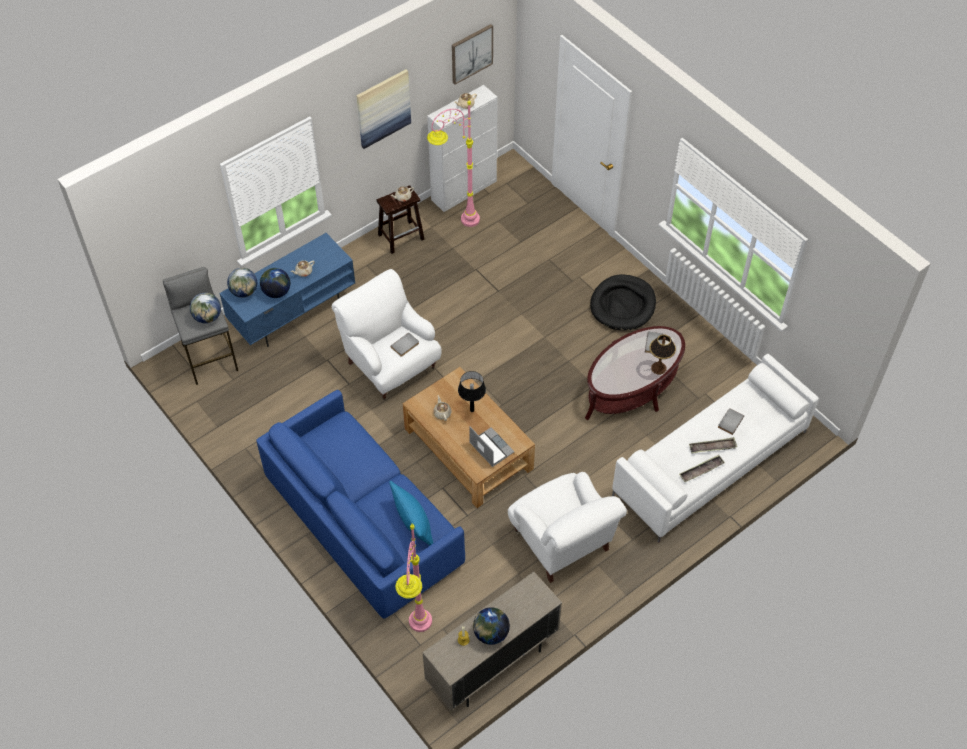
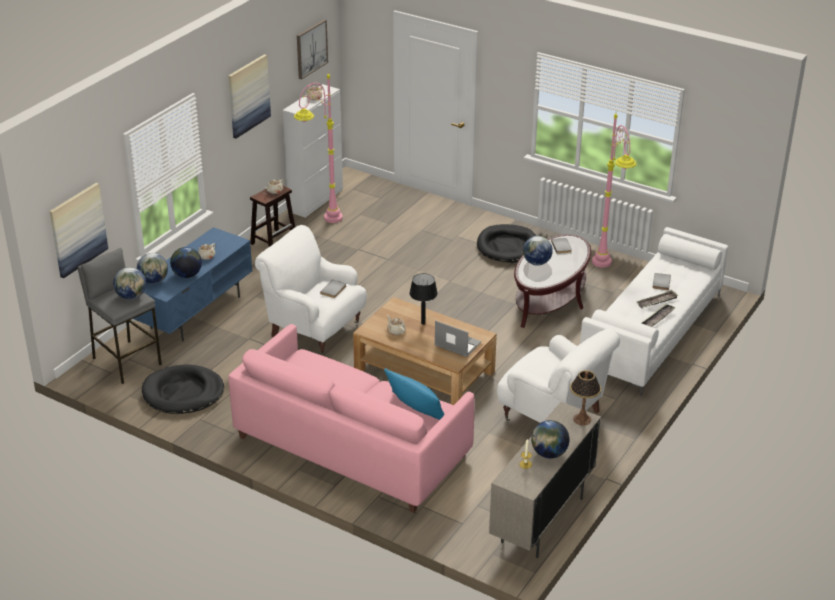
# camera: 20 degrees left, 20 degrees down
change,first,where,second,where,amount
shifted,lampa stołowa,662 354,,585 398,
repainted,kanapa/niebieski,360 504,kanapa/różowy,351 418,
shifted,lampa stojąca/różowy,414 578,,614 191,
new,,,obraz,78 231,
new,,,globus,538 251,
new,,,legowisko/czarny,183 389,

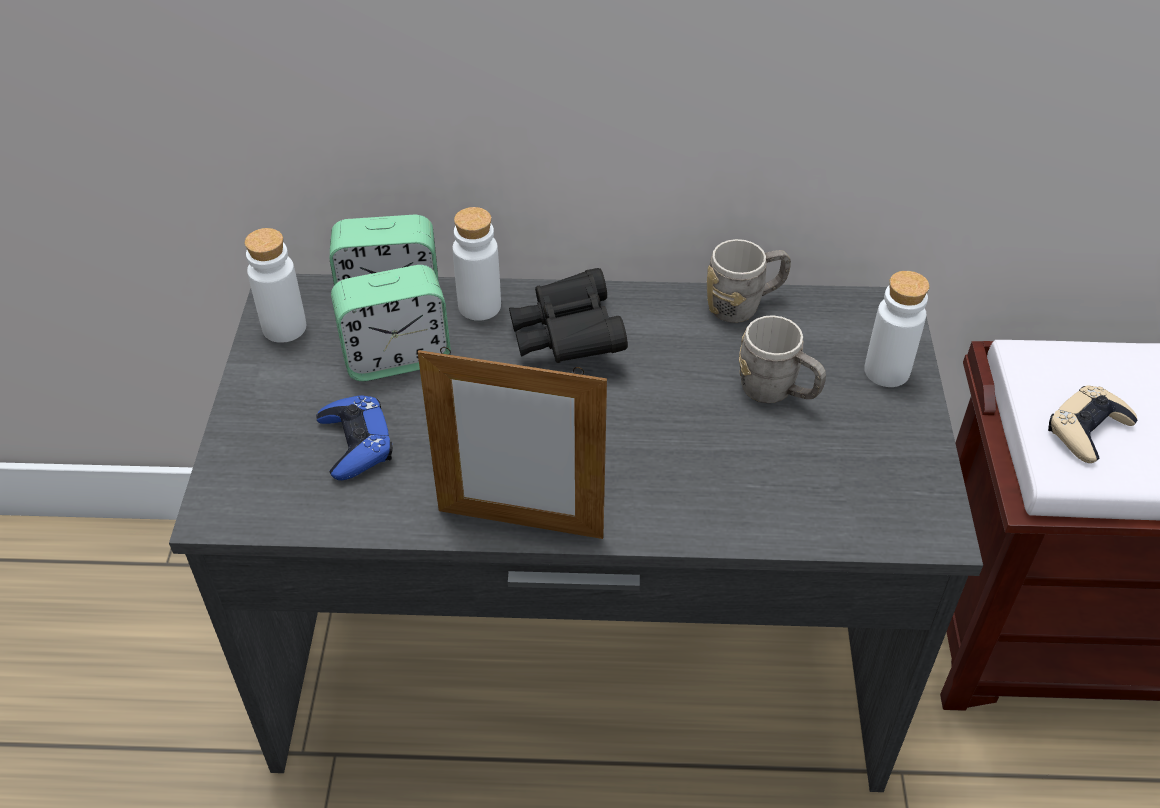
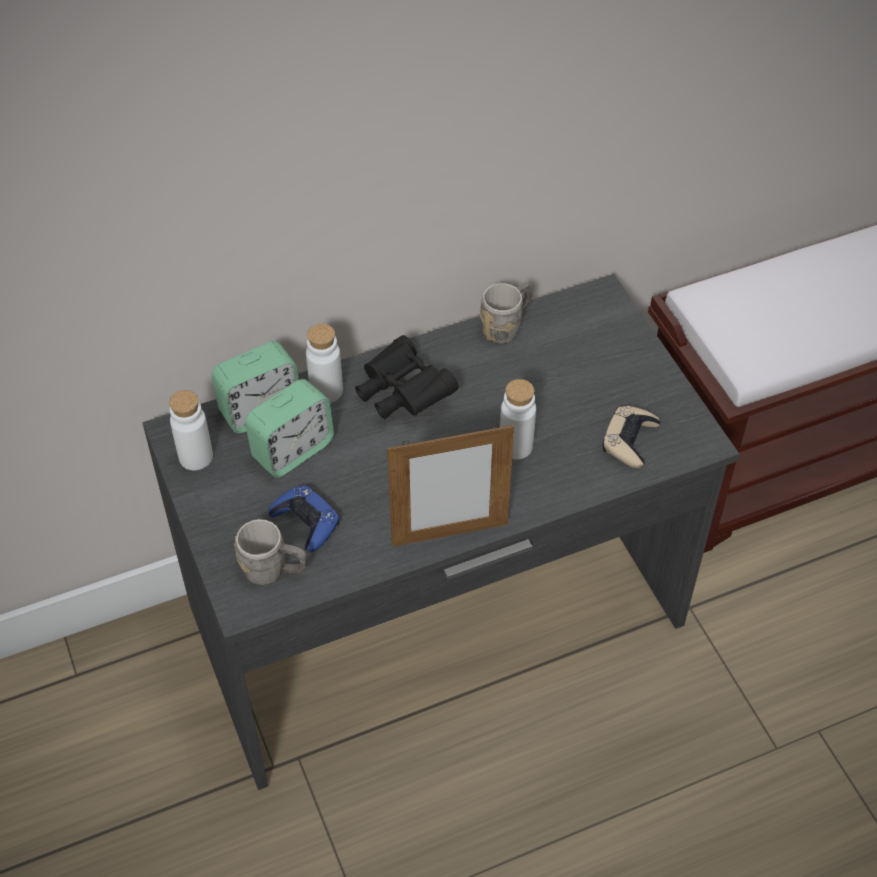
# camera: 25 degrees left, 5 degrees up
change,first,where,second,where,amount
shifted,butelka/biały,897 329,,518 419,
shifted,kubek/szary,782 359,,270 552,
shifted,pad do gier/beżowy,1092 424,,631 437,

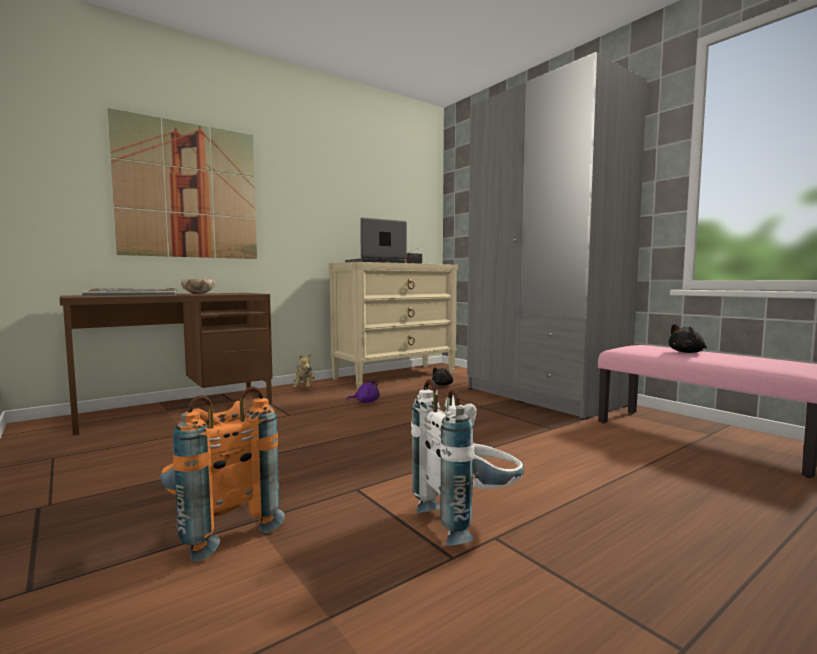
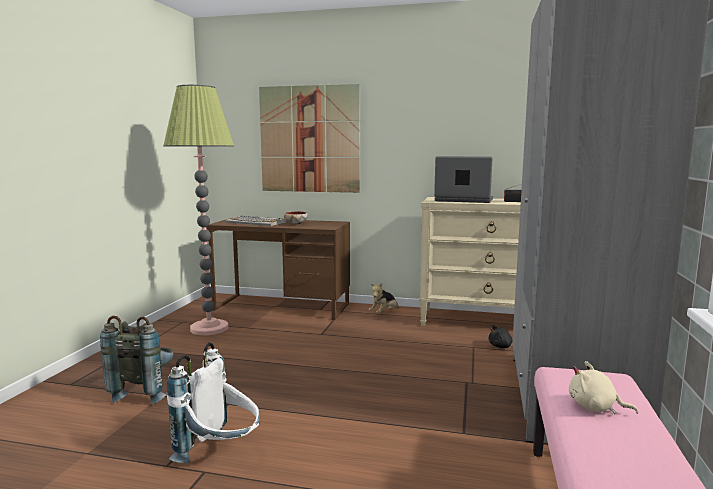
# camera: 50 degrees right, 5 degrees up
change,first,where,second,where,amount
repainted,pluszak/czarny,687 338,pluszak/beżowy,603 387,
gone,pluszak/fioletowy,363 391,,,
repainted,plecak/pomarańczowy,222 474,plecak/szary,137 360,
new,,,lampa stojąca,198 210,

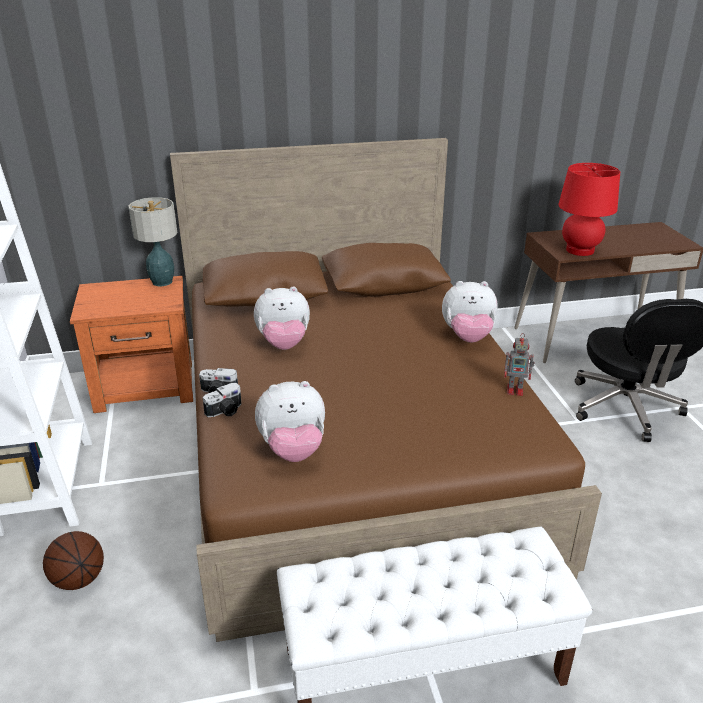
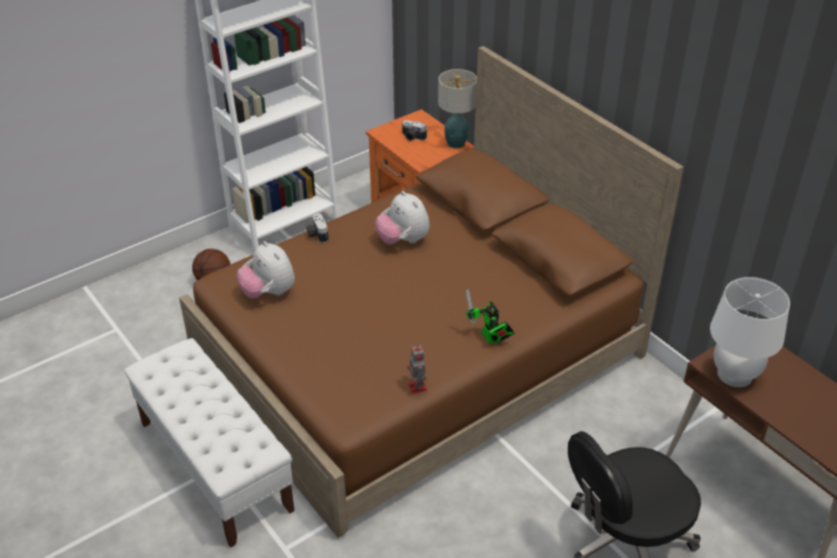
# camera: 65 degrees right, 10 degrees up
change,first,where,second,where,amount
repainted,lampa stołowa/czerwony,589 209,lampa stołowa/biały,750 332,
swapped,pluszak,469 312,robot zabawkowy,490 316,
shifted,aparat fotograficzny,222 400,,414 130,

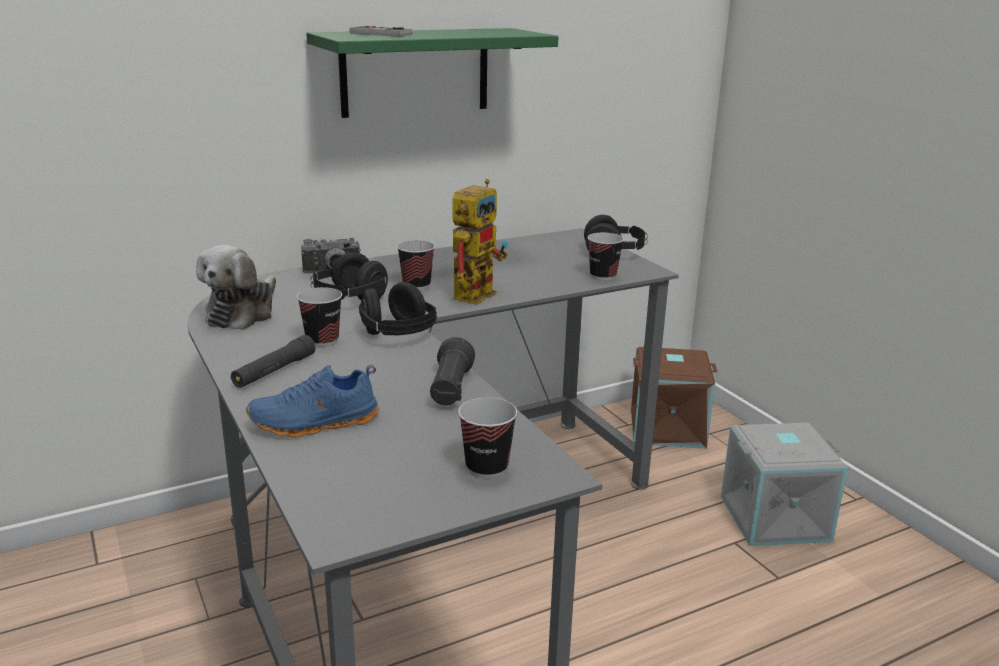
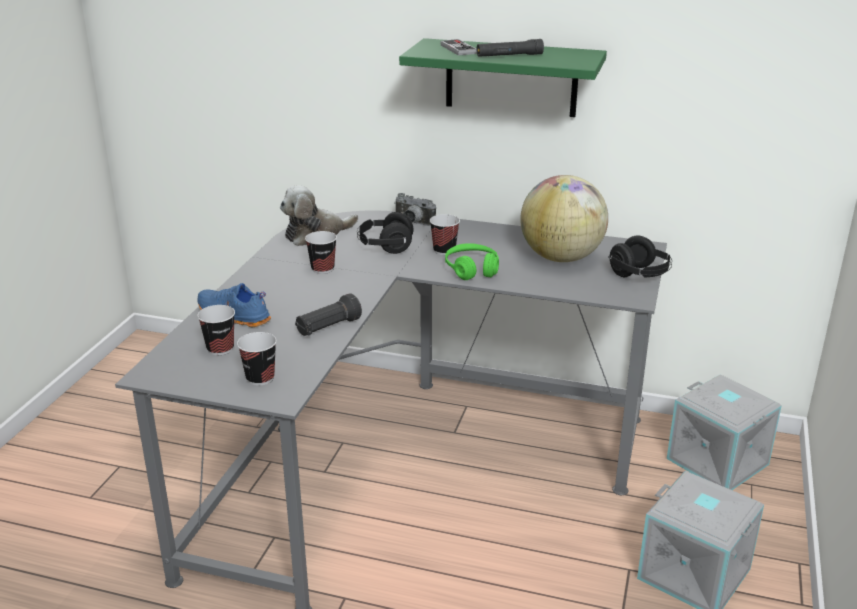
# camera: 45 degrees right, 5 degrees up
change,first,where,second,where,amount
swapped,robot zabawkowy,480 242,słuchawki/zielony,472 261,
shifted,filiżanka,606 256,,216 330,
gone,słuchawki/czarny,398 308,,,
shifted,latarka/czarny,273 361,,510 48,
repainted,pojemnik do przechowywania/brązowy,674 398,pojemnik do przechowywania/szary,724 432,
new,,,globus,564 218,

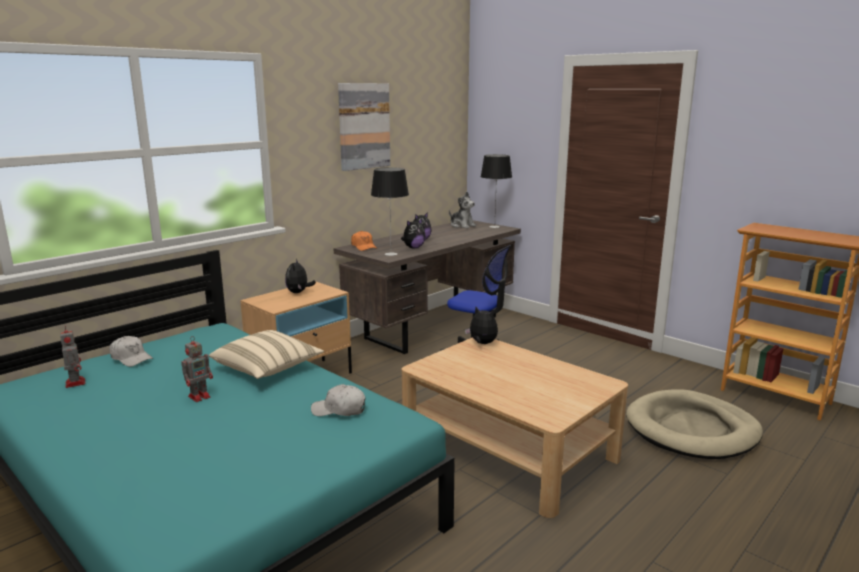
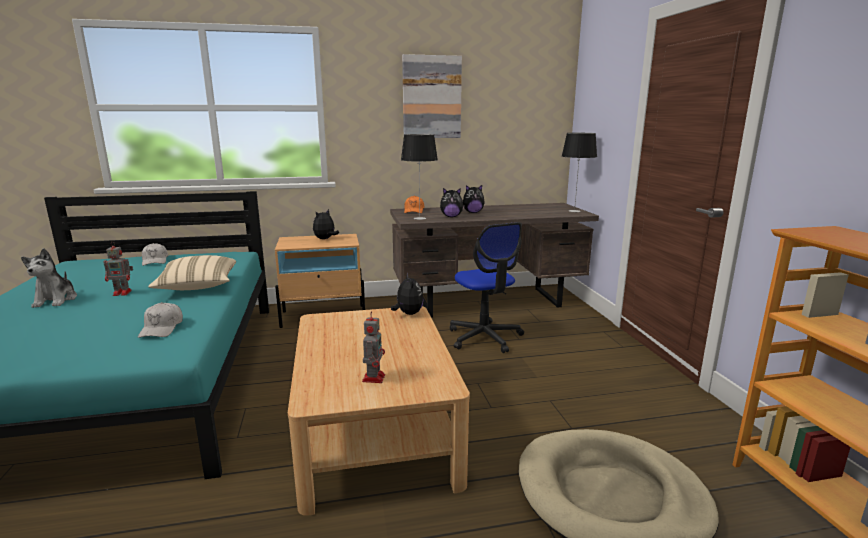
# camera: 35 degrees right, 0 degrees up
change,first,where,second,where,amount
shifted,pluszak,462 210,,49 278,
shifted,robot zabawkowy,72 357,,373 347,
rotated,czapka z daszkiem/biały,338 400,,160 320,135 degrees counterclockwise

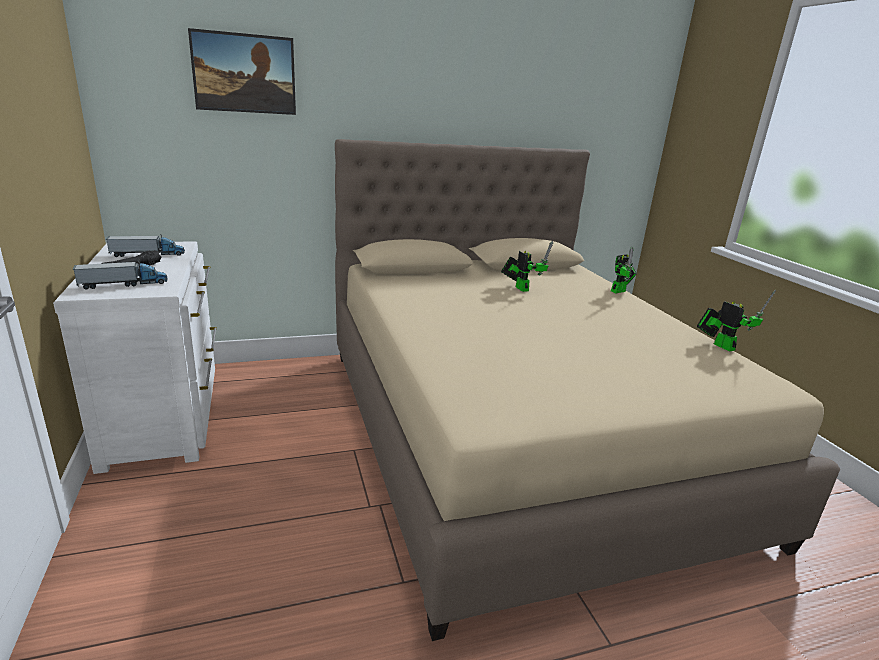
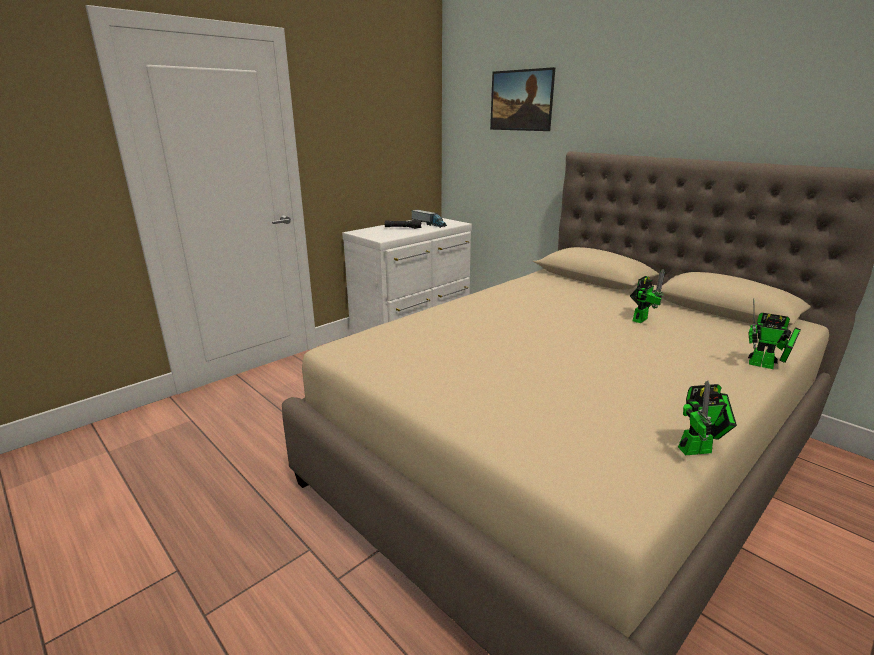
# camera: 65 degrees right, 0 degrees up
change,first,where,second,where,amount
gone,ciężarówka zabawkowa,120 275,,,
rotated,robot zabawkowy,736 321,,707 417,45 degrees clockwise

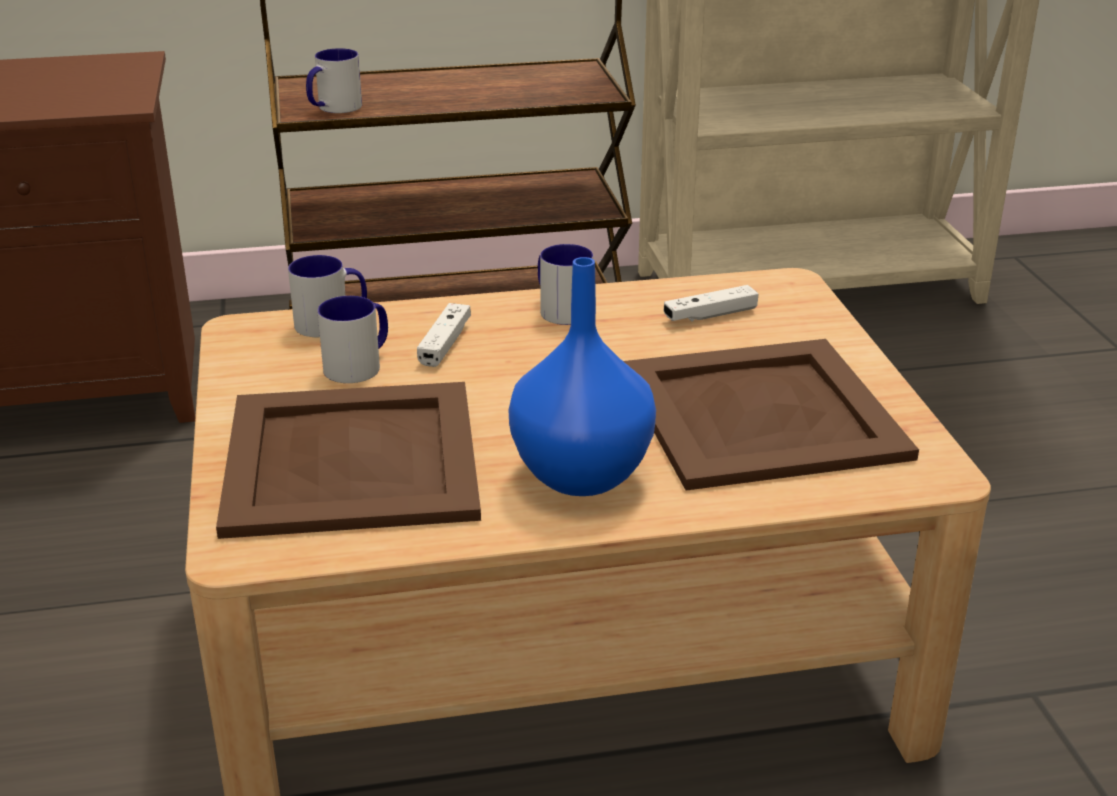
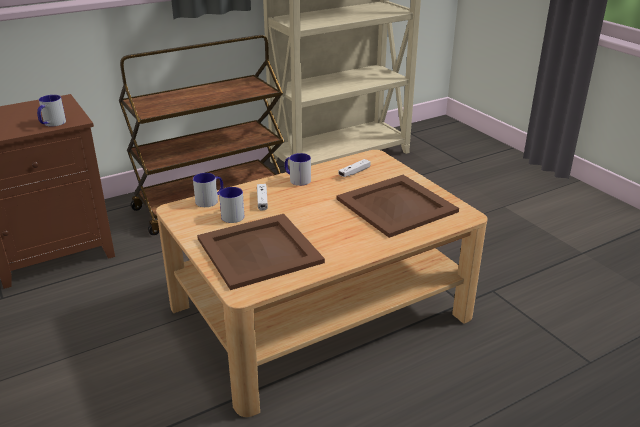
# camera: 20 degrees left, 0 degrees up
change,first,where,second,where,amount
shifted,kubek,334 80,,51 111,
gone,wazon/niebieski,582 376,,,

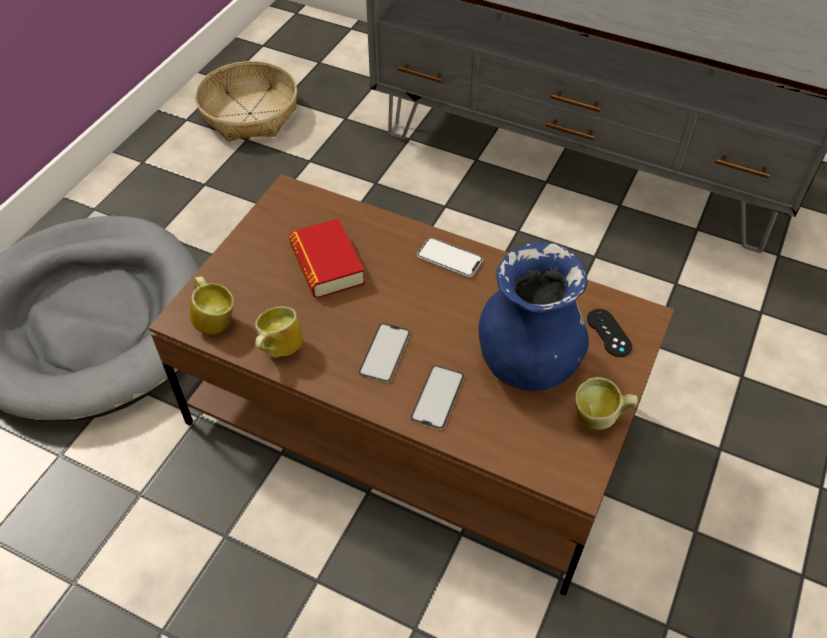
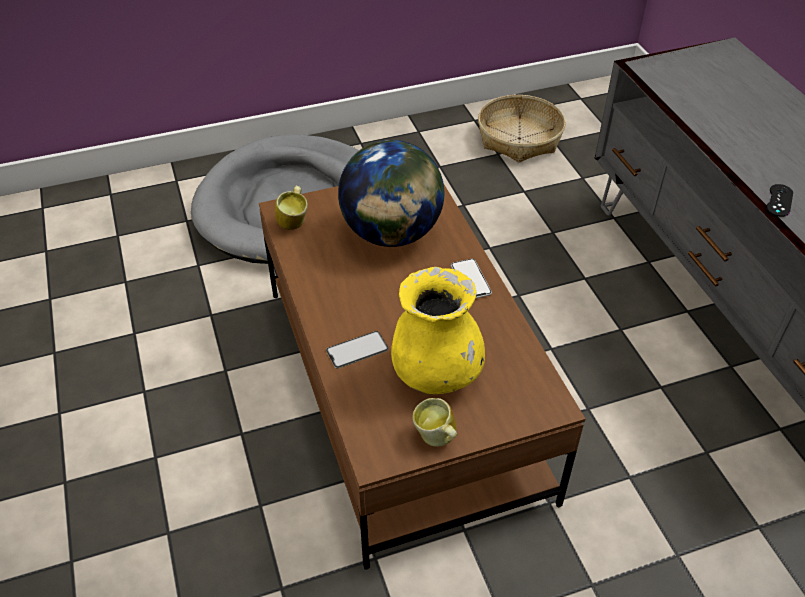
# camera: 45 degrees right, 5 degrees down
change,first,where,second,where,amount
swapped,książka,327 258,globus,391 193,
repainted,wazon/niebieski,534 316,wazon/żółty,438 330,
gone,kubek,279 332,,,
shifted,pad do gier/czarny,609 333,,779 200,
gone,telefon,384 353,,,

